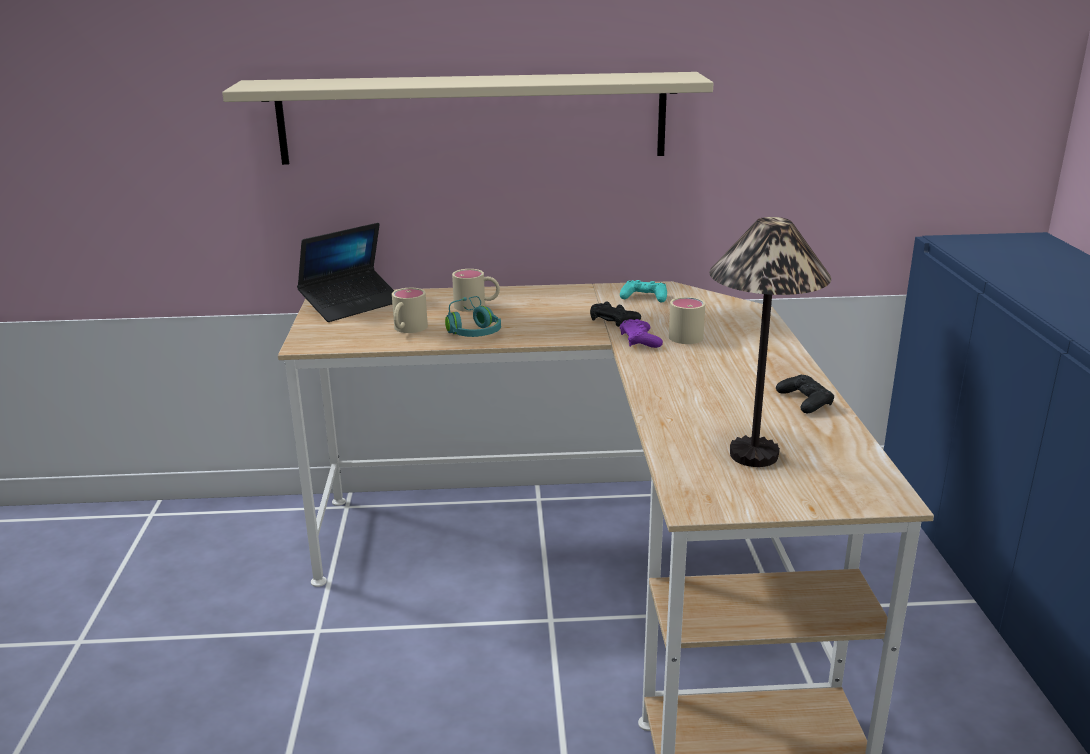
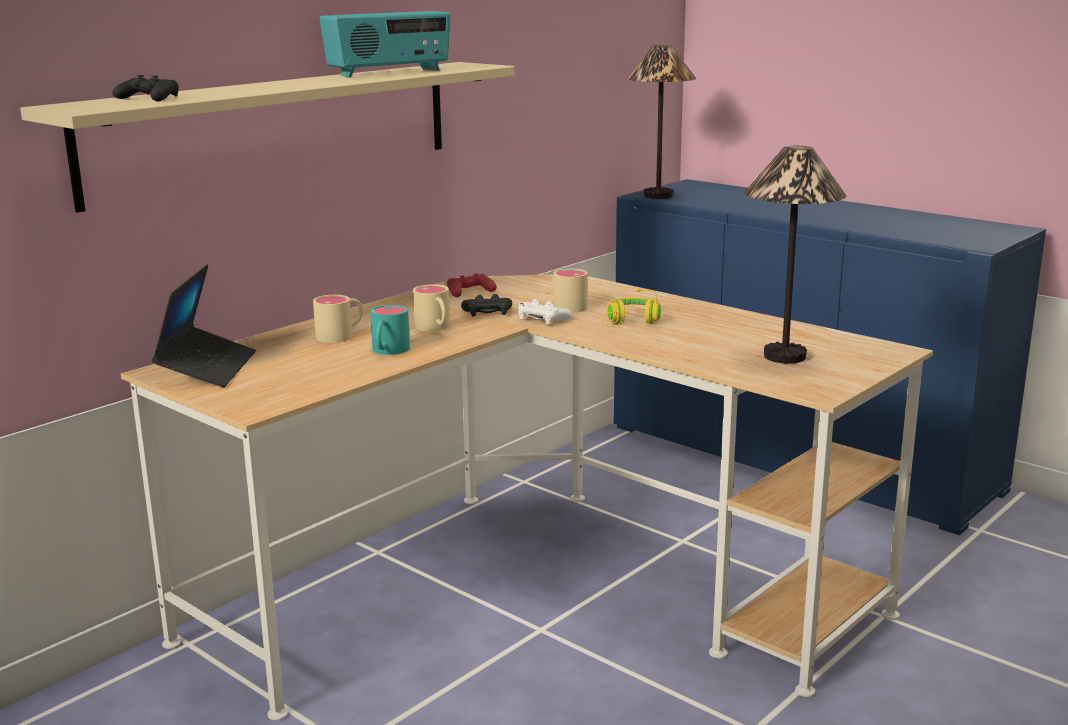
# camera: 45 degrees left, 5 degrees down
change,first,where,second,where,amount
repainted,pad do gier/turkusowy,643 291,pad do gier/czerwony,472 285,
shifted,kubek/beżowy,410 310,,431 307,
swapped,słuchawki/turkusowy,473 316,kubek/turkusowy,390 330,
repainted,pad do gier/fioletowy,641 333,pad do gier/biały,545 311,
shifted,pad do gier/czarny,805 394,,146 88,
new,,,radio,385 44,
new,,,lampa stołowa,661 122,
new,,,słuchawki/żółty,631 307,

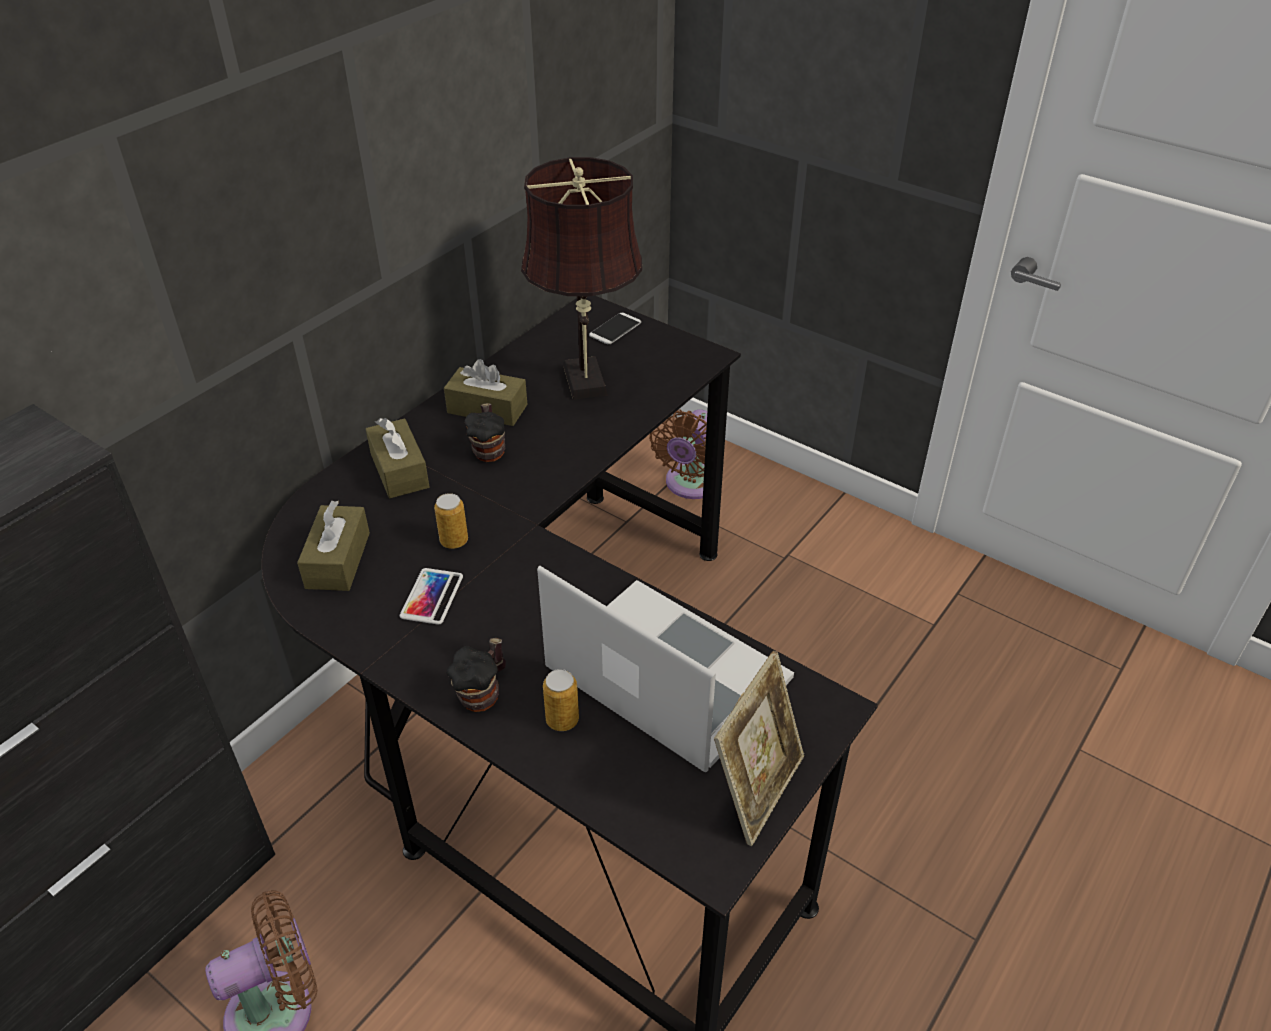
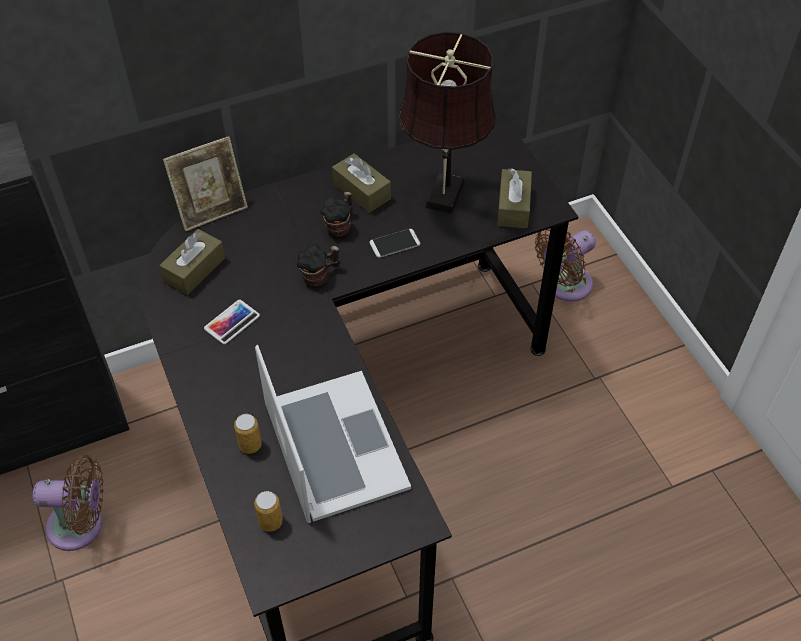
# camera: 30 degrees right, 10 degrees up
change,first,where,second,where,amount
shifted,telefon,615 328,,394 243,
shifted,pudełko chusteczek/brązowy,397 458,,514 198,
shifted,puszka,451 521,,268 511,
shifted,kubek,476 674,,319 265,
shifted,ramka na zdjęcie,759 748,,205 183,

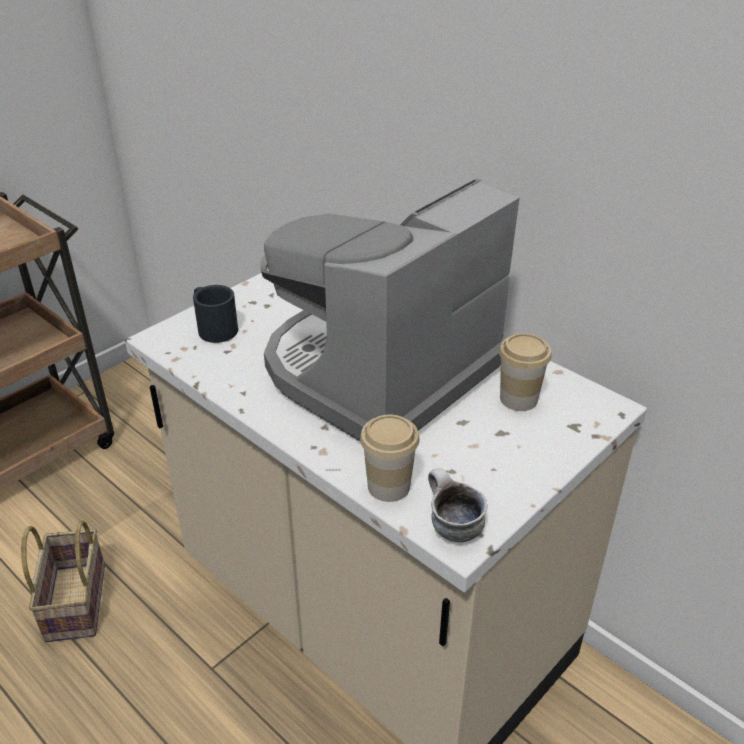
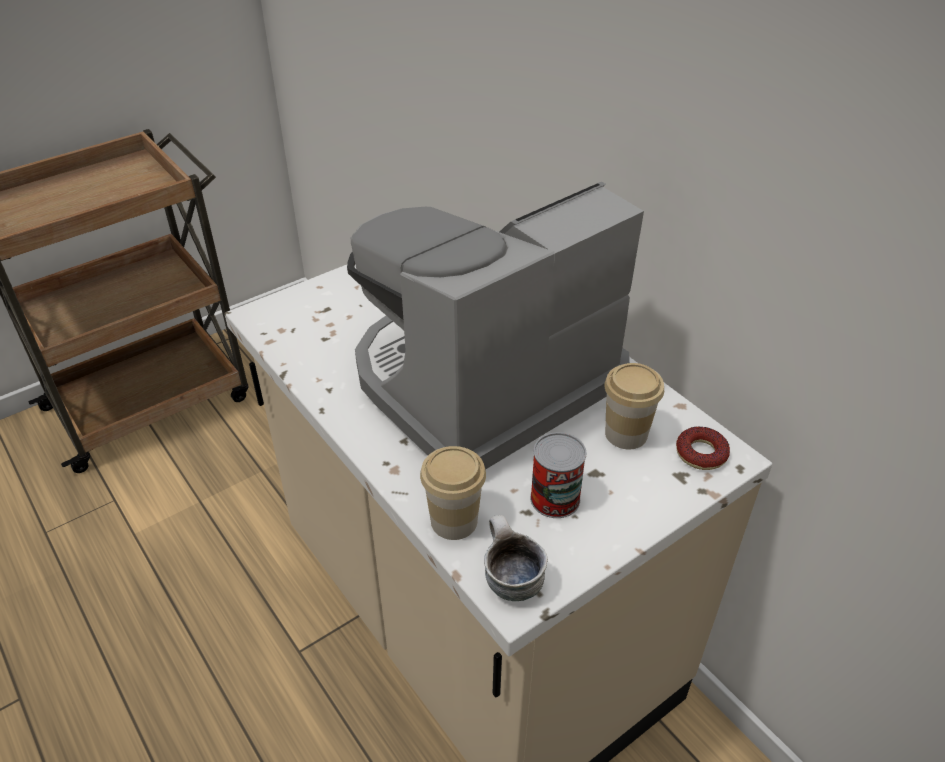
# camera: 10 degrees right, 5 degrees up
change,first,where,second,where,amount
gone,kubek/czarny,215 314,,,
gone,koszyk,63 581,,,
new,,,donut,703 448,
new,,,puszka,558 475,

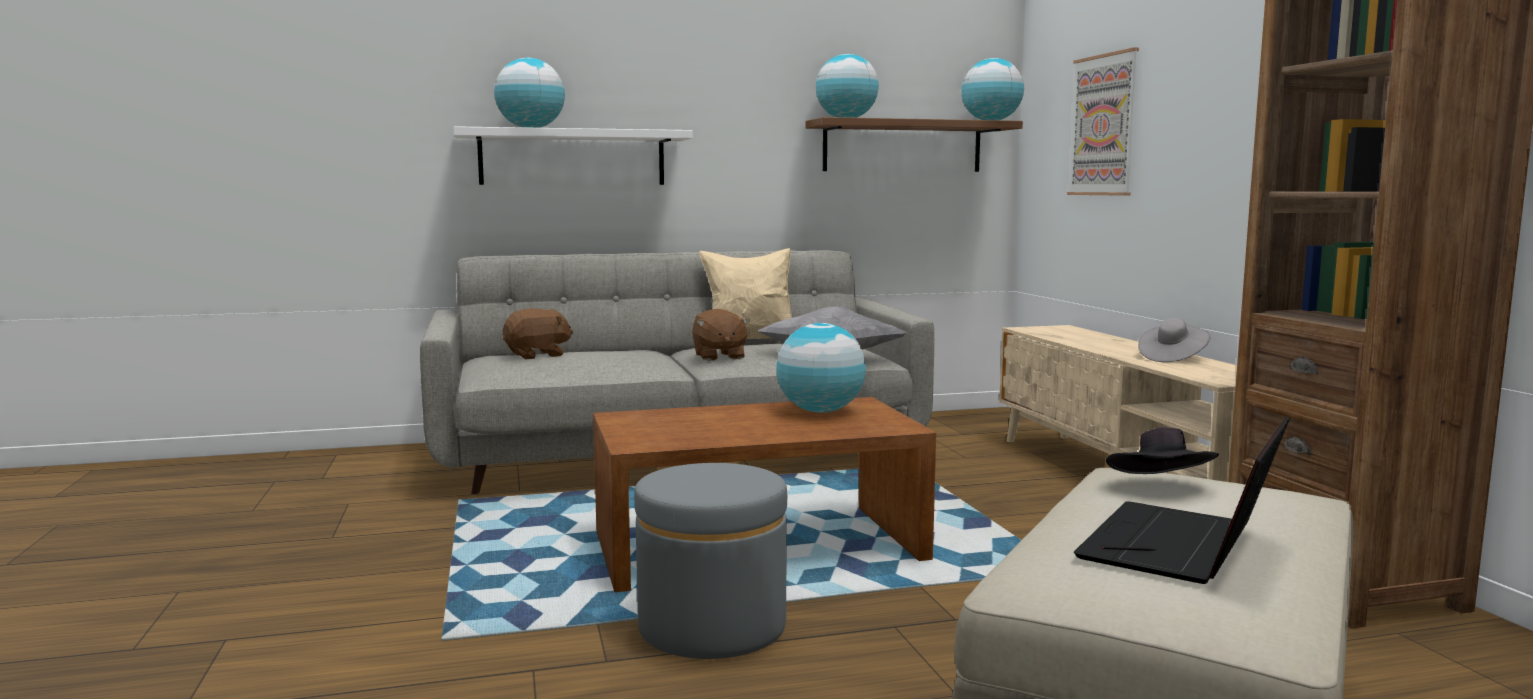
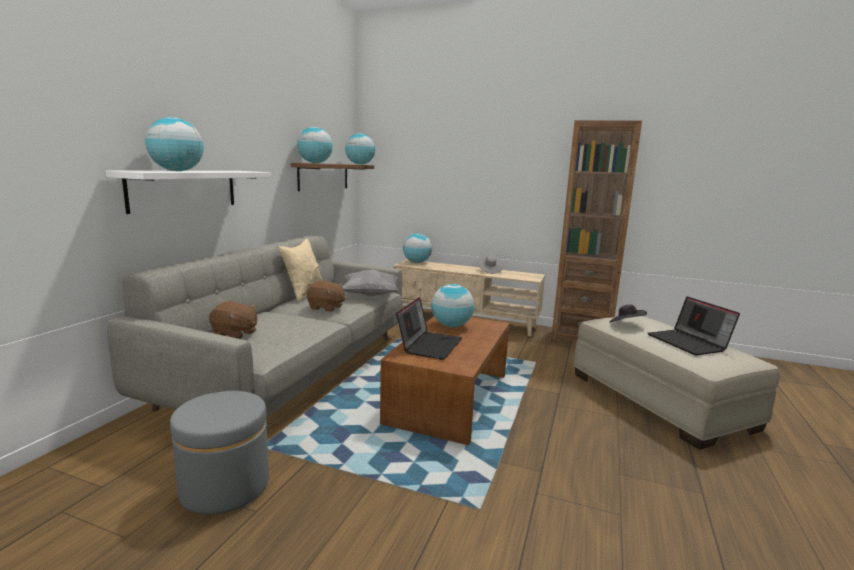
# camera: 55 degrees left, 5 degrees up
change,first,where,second,where,amount
gone,obraz,1103 121,,,
rotated,pluszak/brązowy,538 333,,233 320,105 degrees clockwise
shifted,pufa/szary,710 561,,219 453,
new,,,globus,417 248,
new,,,laptop,429 328,

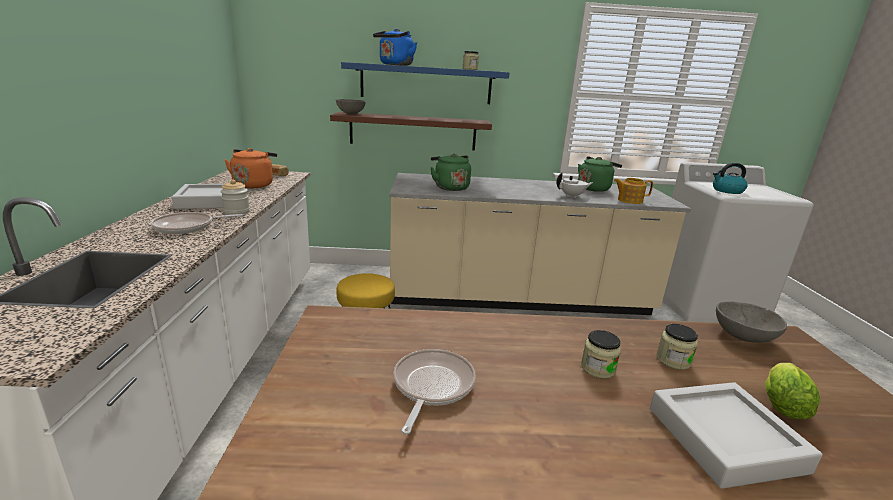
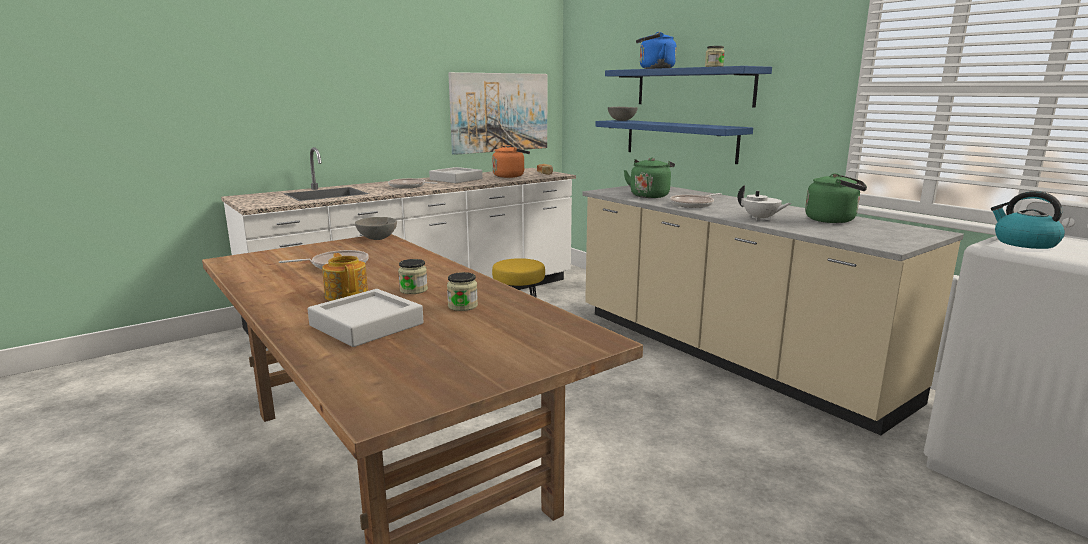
# camera: 55 degrees right, 5 degrees down
change,first,where,second,where,amount
repainted,półka/brązowy,411 131,półka/niebieski,674 142,
shifted,imbryk,633 191,,345 277,
gone,słoik,235 197,,,
shifted,miska/szary,751 322,,376 228,
gone,sałata,793 391,,,
new,,,obraz,497 113,
new,,,patelnia,696 200,

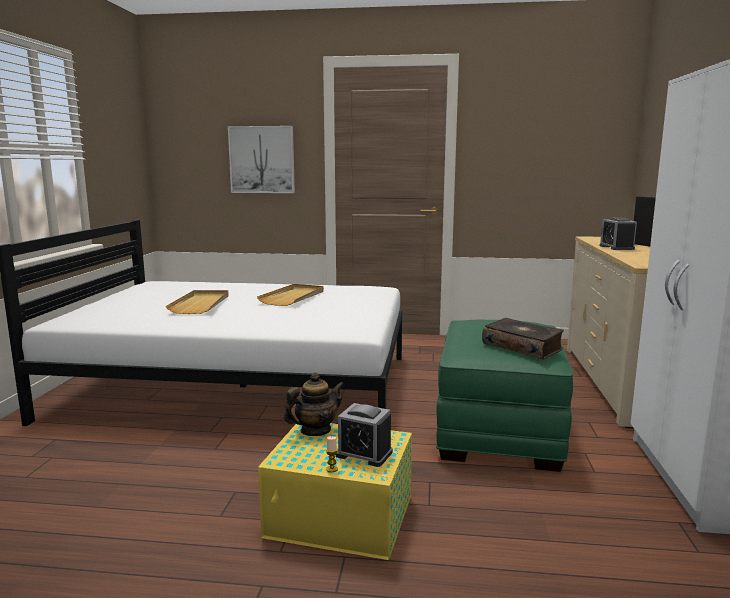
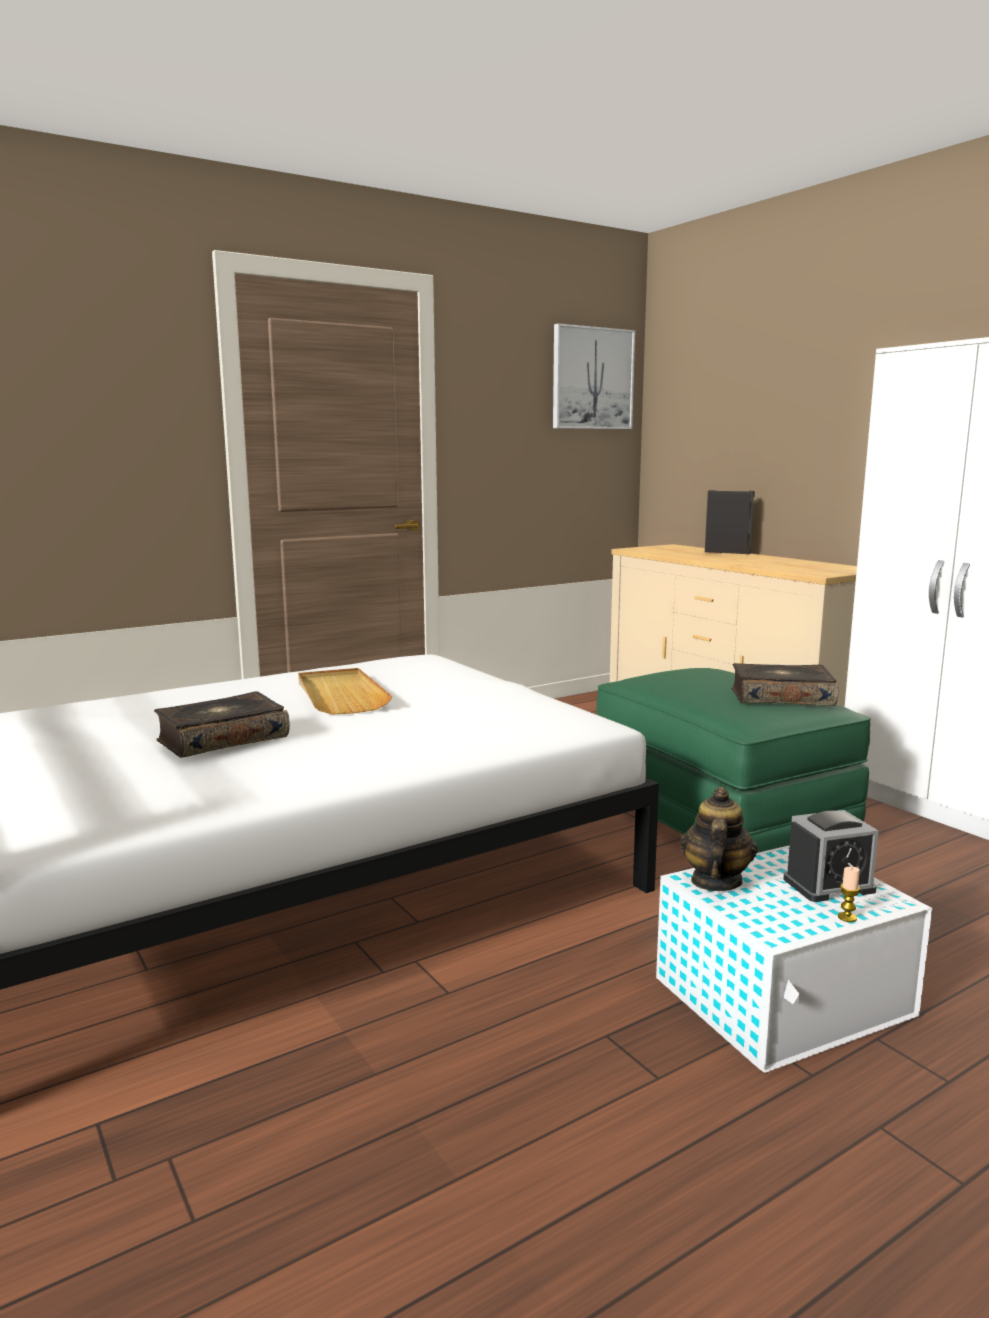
# camera: 40 degrees left, 0 degrees up
change,first,where,second,where,amount
shifted,obraz,261 159,,594 376,
gone,budzik,618 233,,,
swapped,taca/beżowy,197 302,książka,222 724,
repainted,pojemnik do przechowywania/żółty,335 491,pojemnik do przechowywania/biały,794 959,

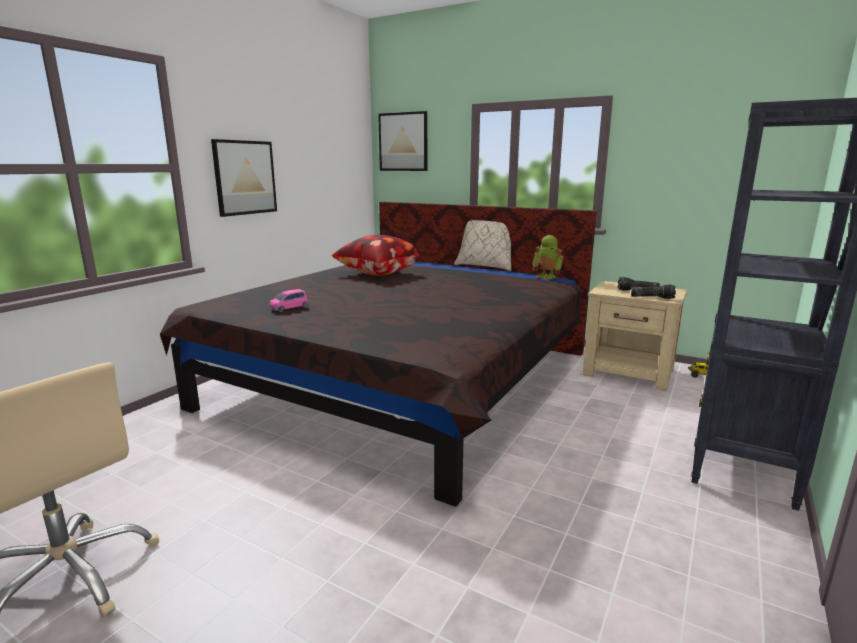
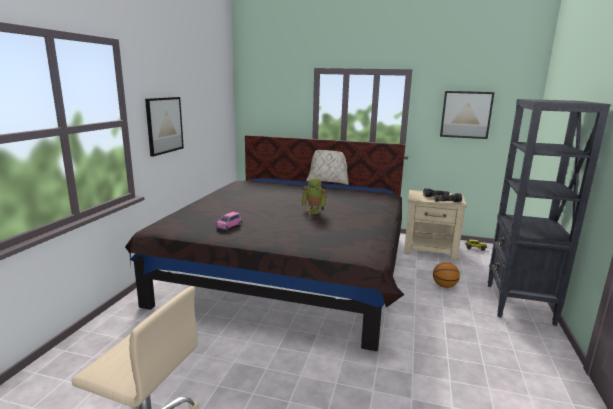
# camera: 15 degrees left, 0 degrees up
change,first,where,second,where,amount
shifted,obraz,402 141,,467 115,
gone,poduszka,376 255,,,
shifted,robot zabawkowy,548 257,,314 195,
new,,,piłka do koszykówki,446 275,

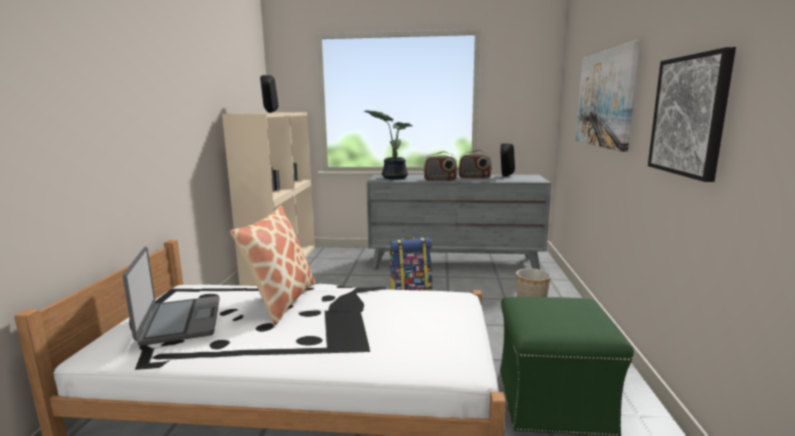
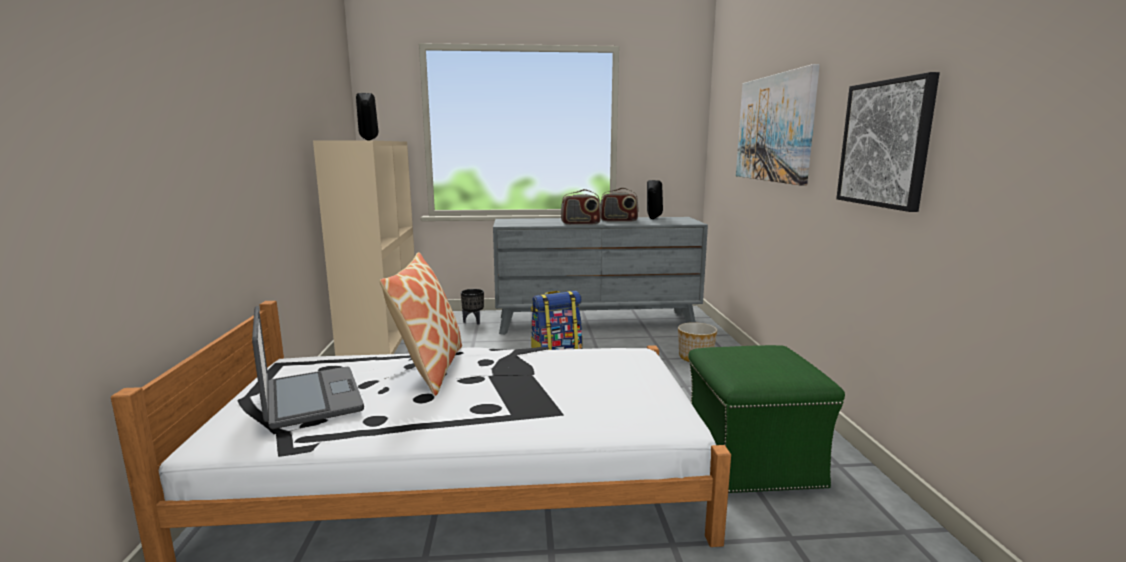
# camera: 10 degrees left, 0 degrees up
change,first,where,second,where,amount
gone,roślina doniczkowa,388 145,,,
new,,,donica/czarny,472 307,

